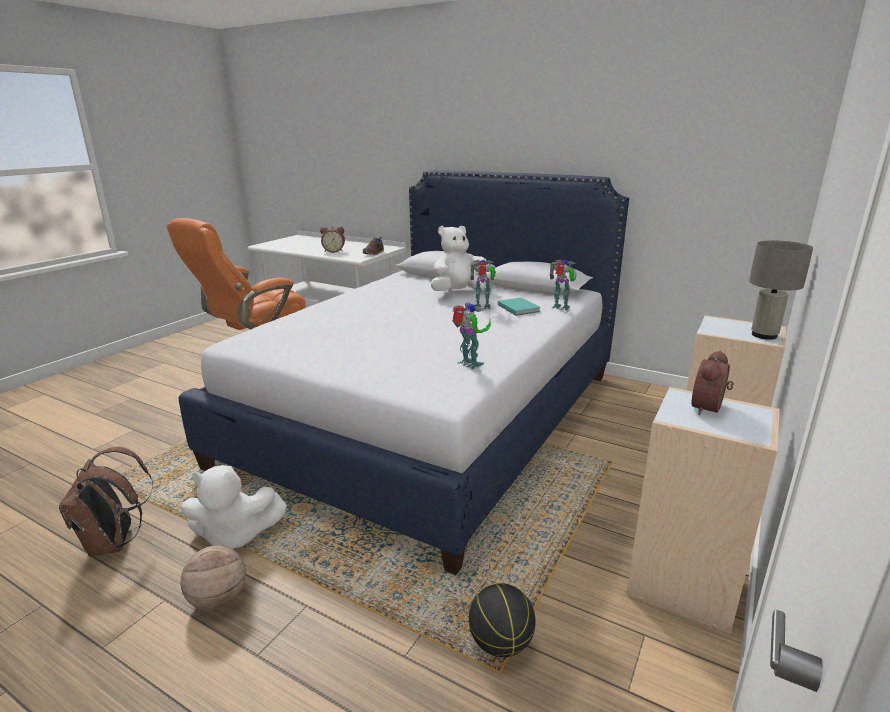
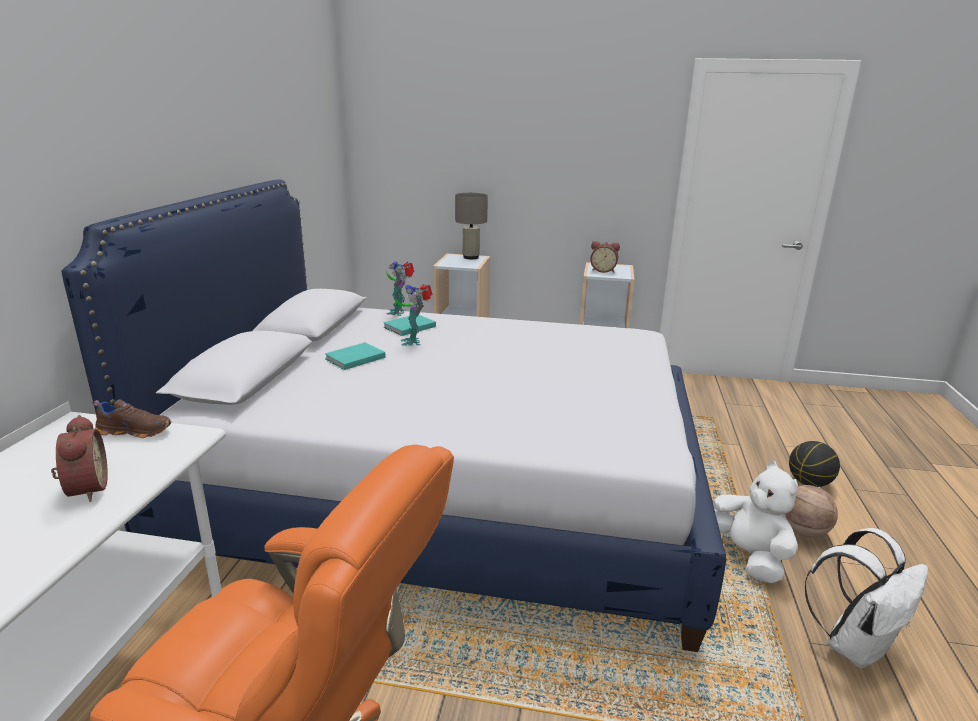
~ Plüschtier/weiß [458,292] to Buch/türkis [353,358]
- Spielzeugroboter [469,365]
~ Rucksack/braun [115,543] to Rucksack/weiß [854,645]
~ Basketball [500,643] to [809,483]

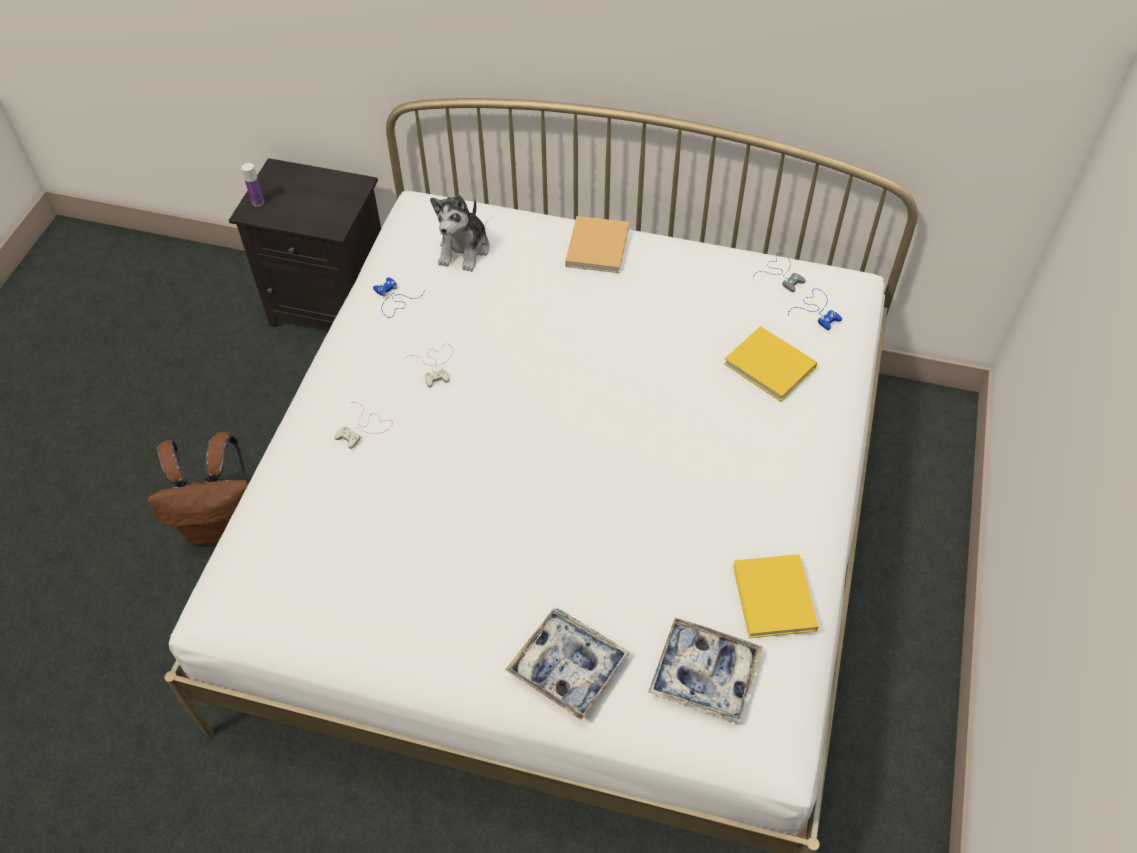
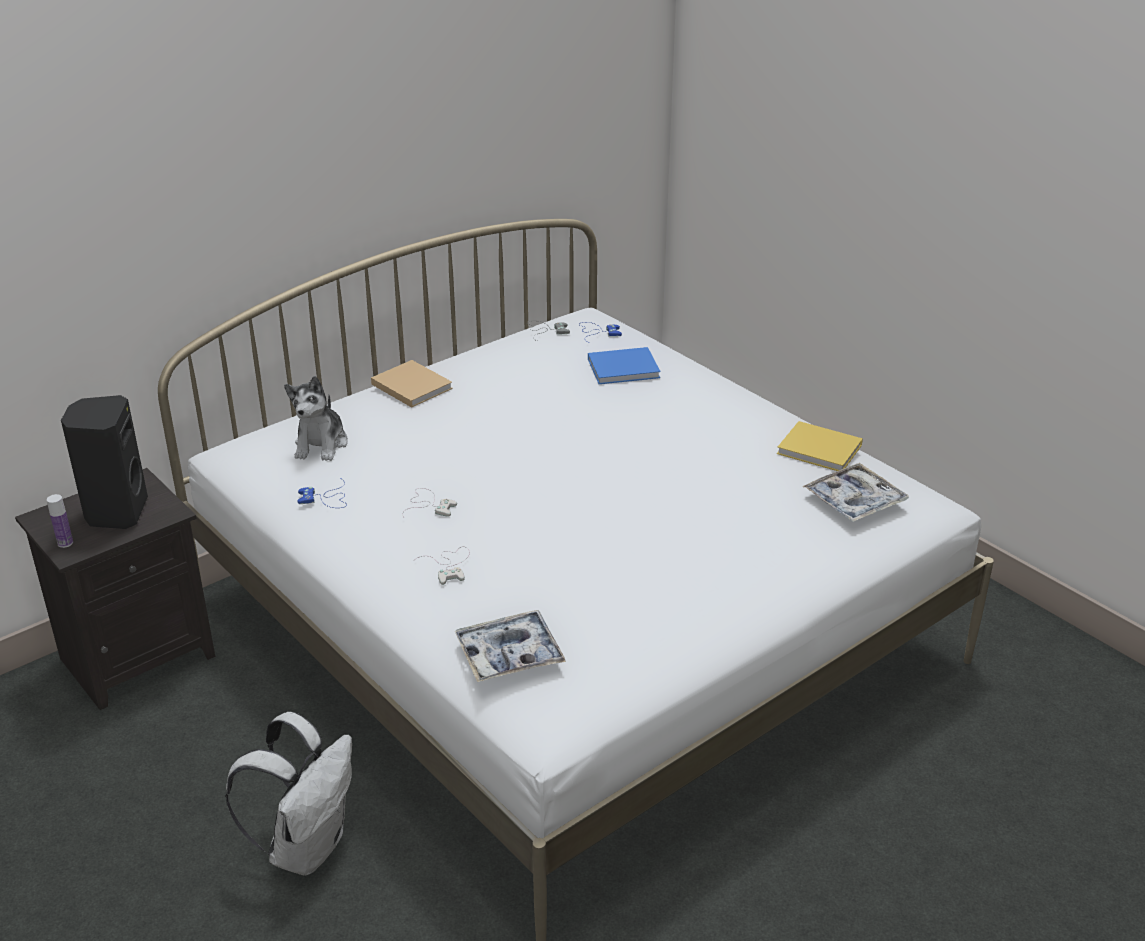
~ Plüschtier [464,249] = [321,444] 45 degrees clockwise
~ Buch/gelb [771,367] to Buch/blau [625,368]
~ Rucksack/braun [222,525] to Rucksack/weiß [306,846]
~ Tablett [568,667] to [509,655]
+ Lautsprecher/schwarz [115,512]

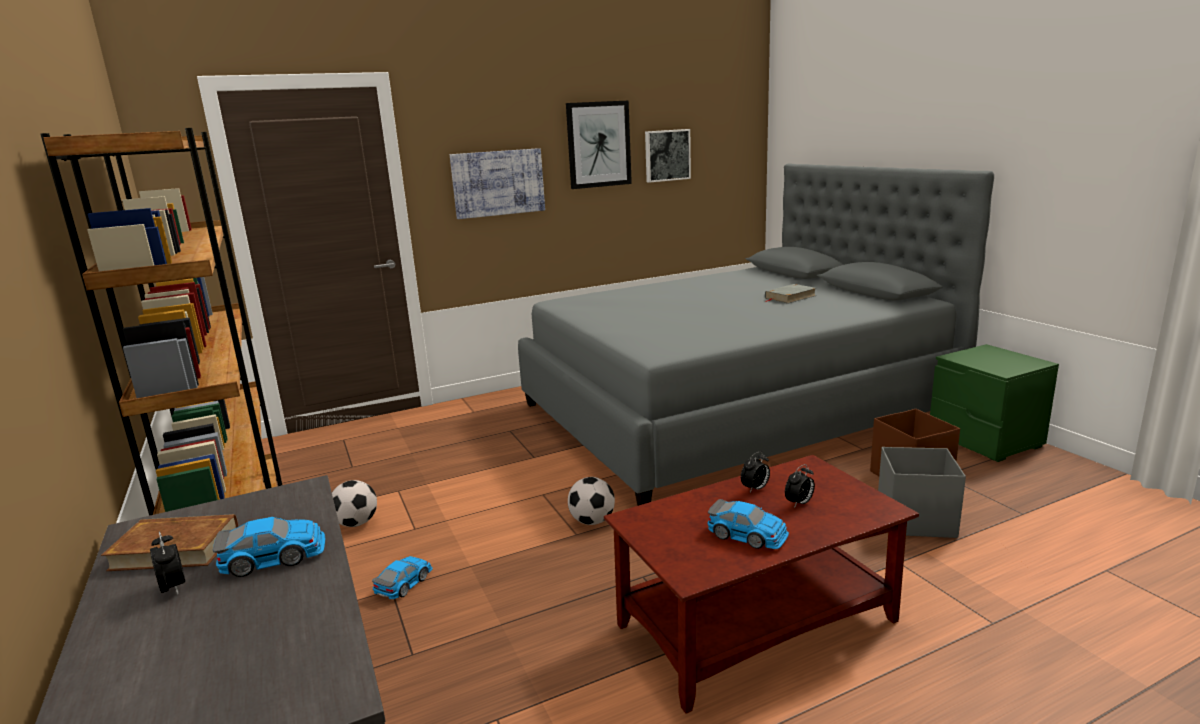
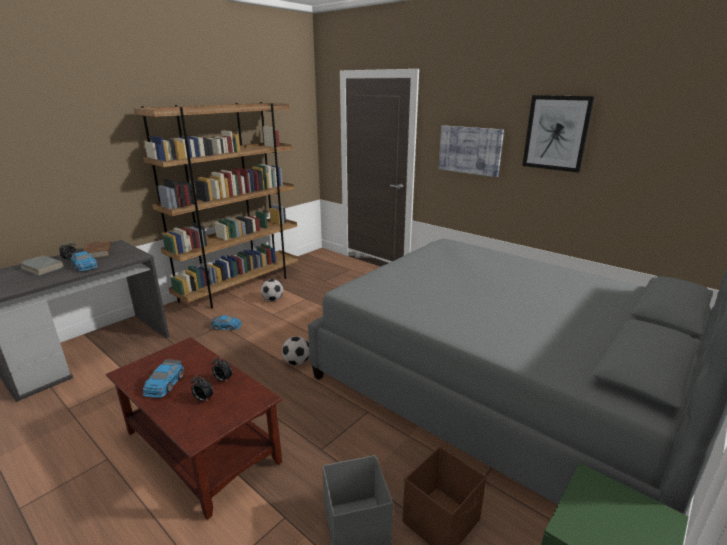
- Bild [666,155]
~ Buch/grau [790,297] to [42,267]

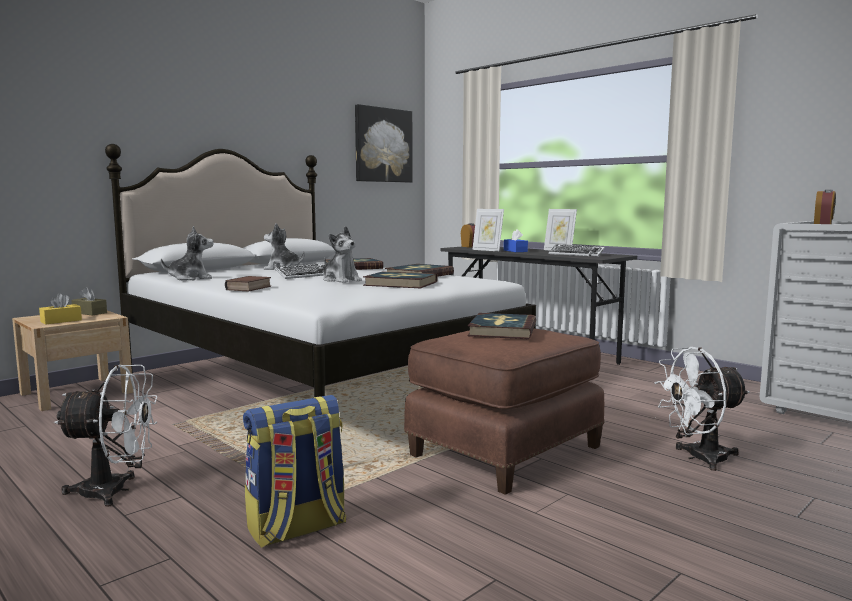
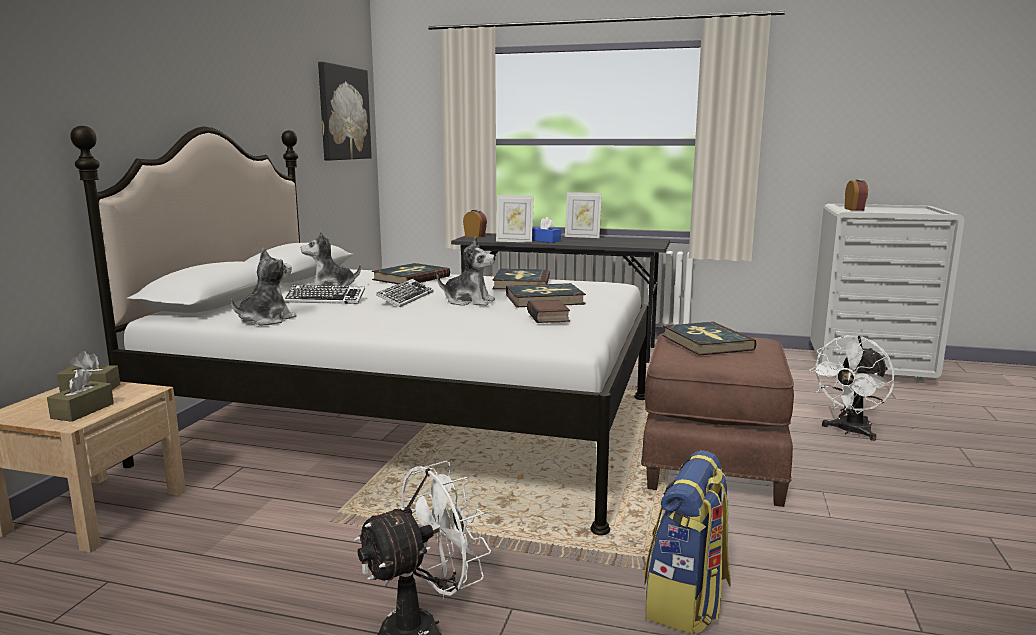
~ Tastatur [576,254] to [325,300]
~ Buch [249,288] to [549,317]
~ Taschentuchbox/gelb [61,321] to Taschentuchbox/braun [83,411]

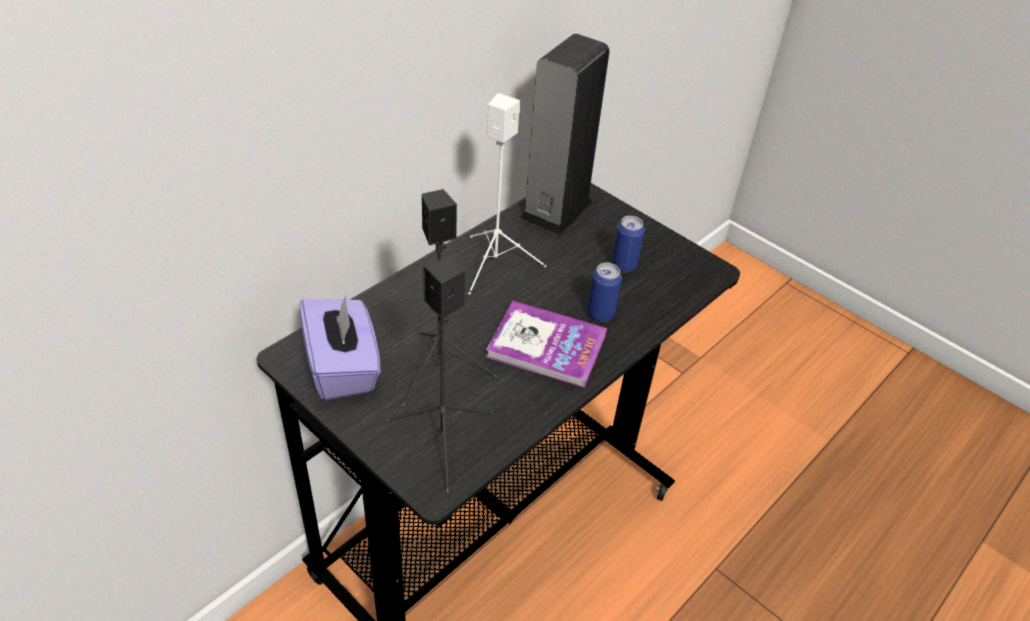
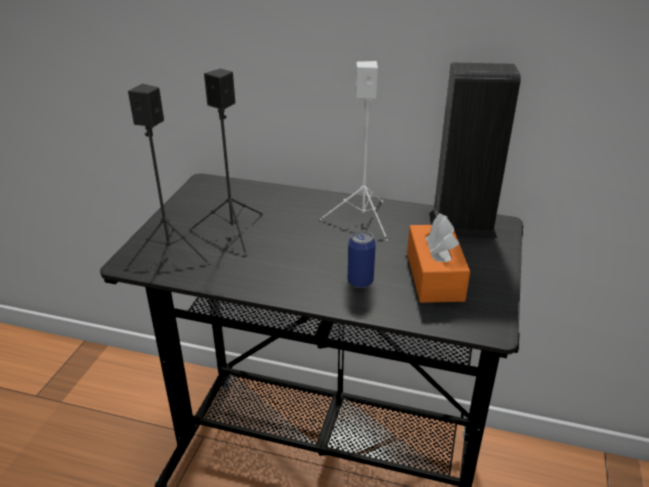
~ Dose [623,265] to Taschentuchbox/orange [434,276]
- Taschentuchbox/lila [343,367]
- Buch [546,346]

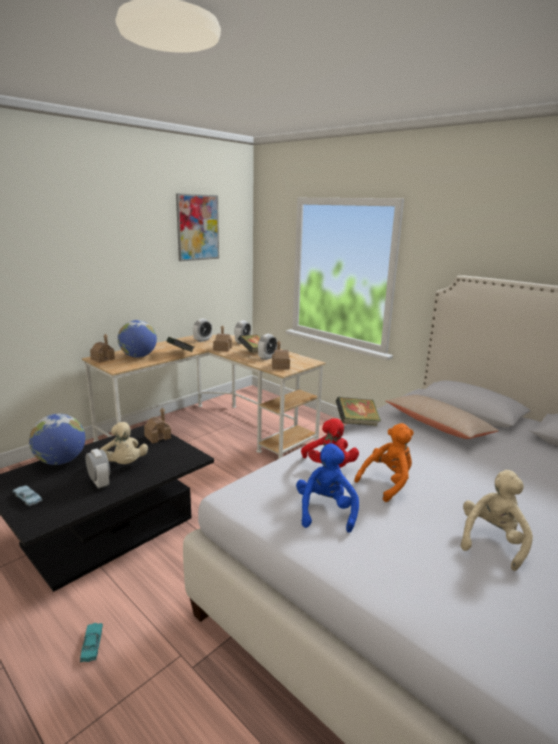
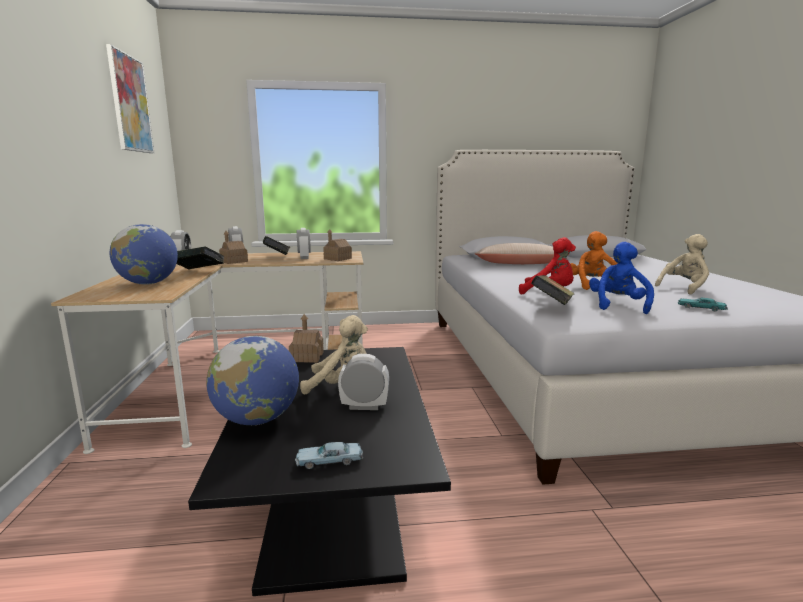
- Spielzeughaus [103,359]
~ Buch [357,423] to [552,306]
~ Plüschtier/blau [325,511] = [618,305] 60 degrees clockwise
~ Plüschtier/beige [492,541] = [683,288] 75 degrees clockwise
~ Spielzeugauto/türkis [92,644] to [701,308]

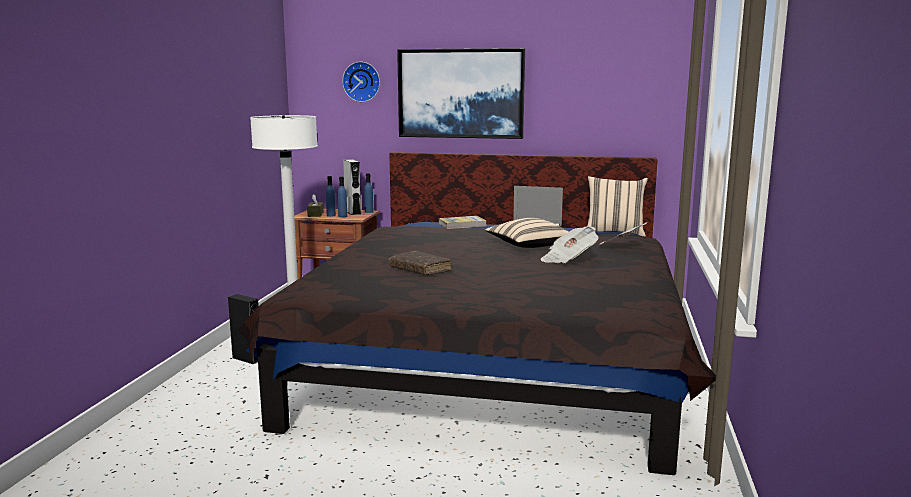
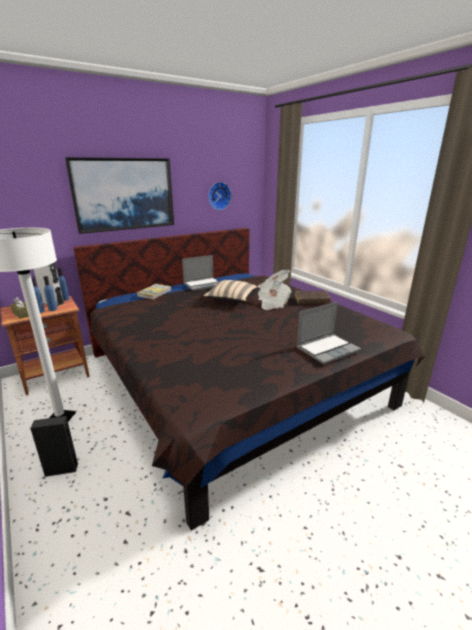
~ Wanduhr [362,81] to [218,196]
- Kissen/beige [614,233]
~ Buch/braun [420,270] to [311,301]
+ Laptop [328,349]

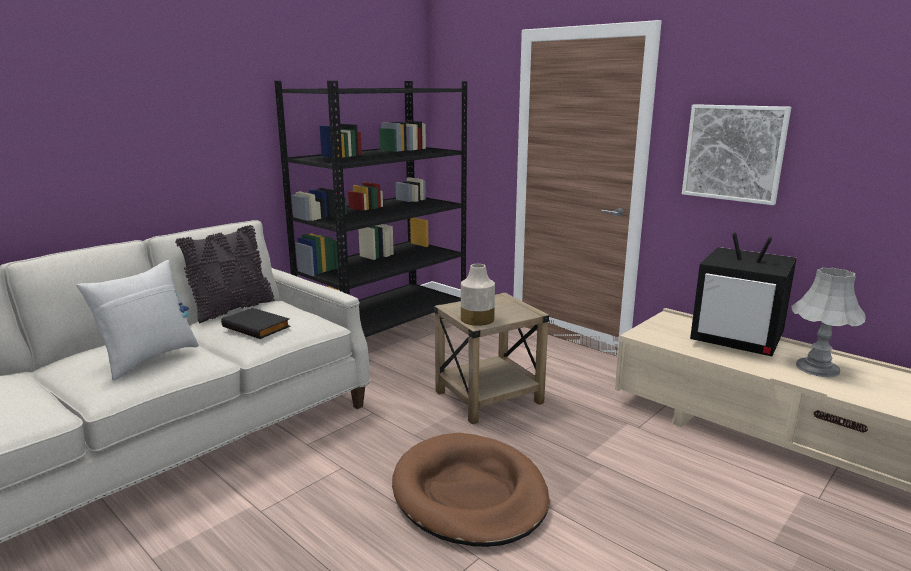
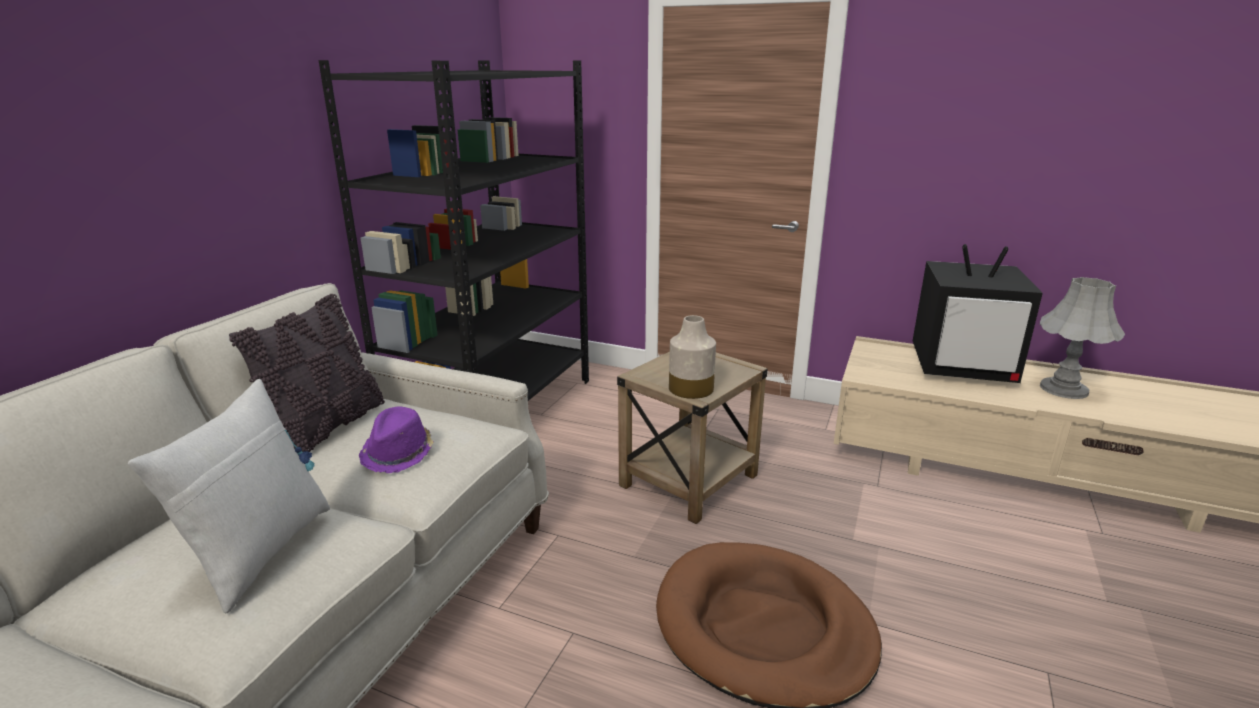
- Bild [734,153]
~ Buch/schwarz [257,326] to Hut/lila [399,453]

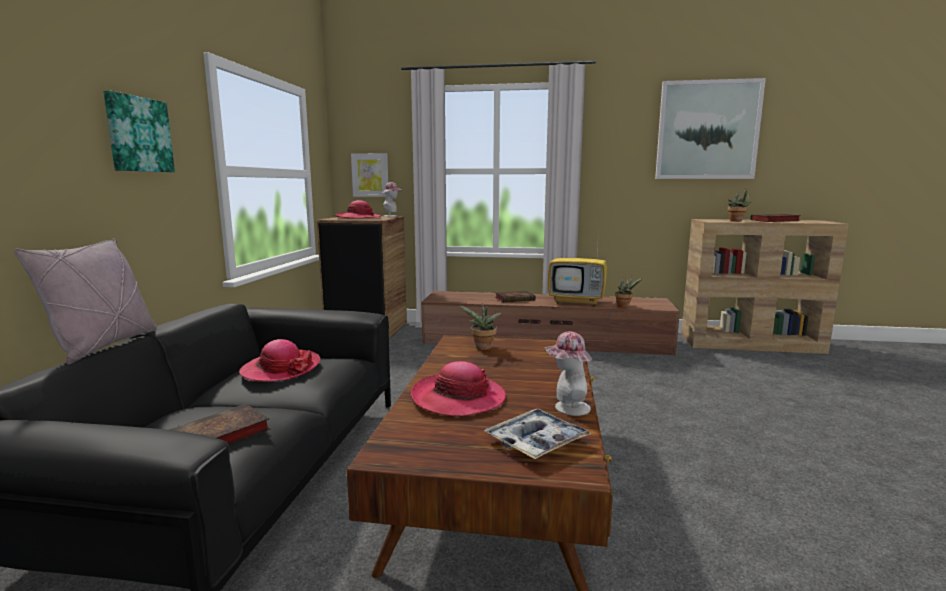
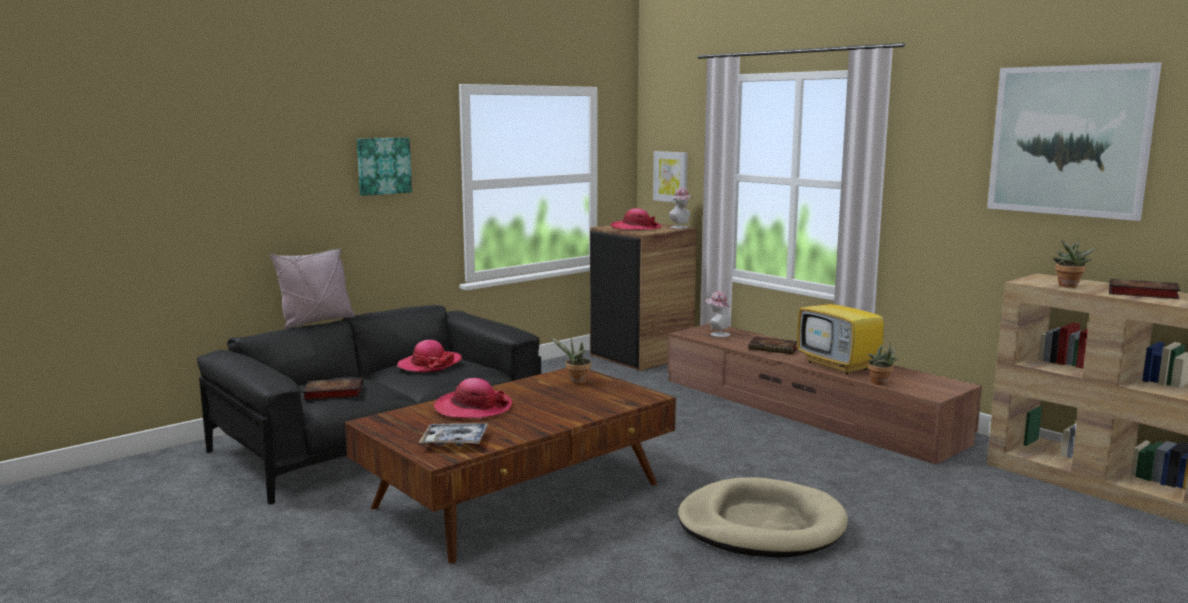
~ Hut [567,408] to [717,334]
+ Hundebett/beige [761,525]

